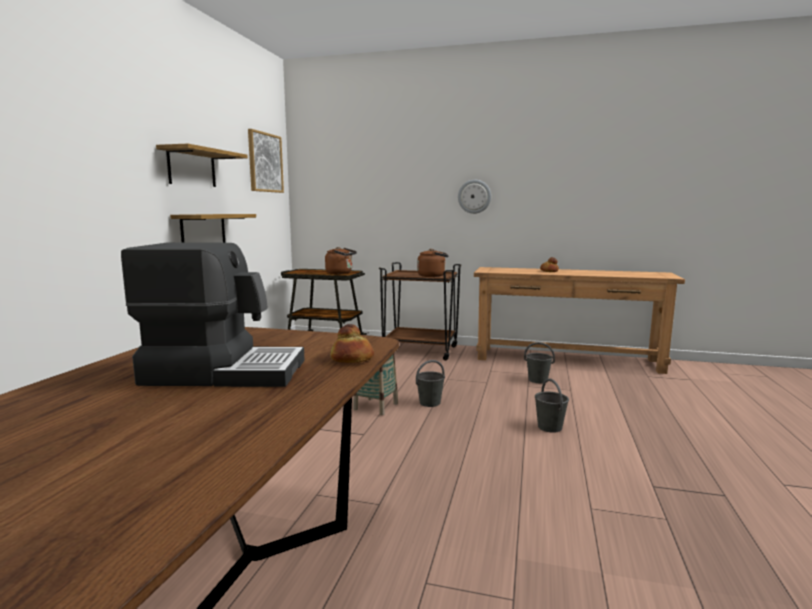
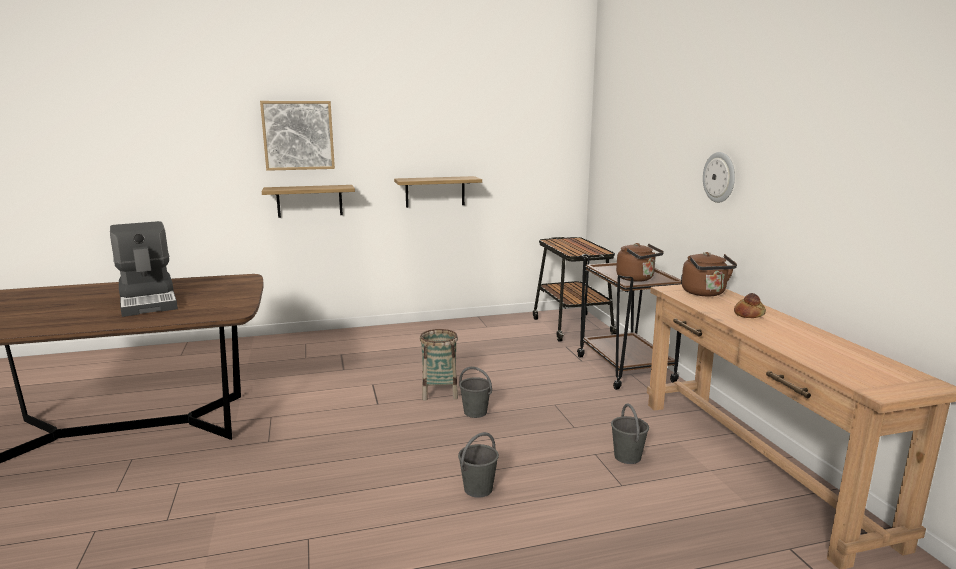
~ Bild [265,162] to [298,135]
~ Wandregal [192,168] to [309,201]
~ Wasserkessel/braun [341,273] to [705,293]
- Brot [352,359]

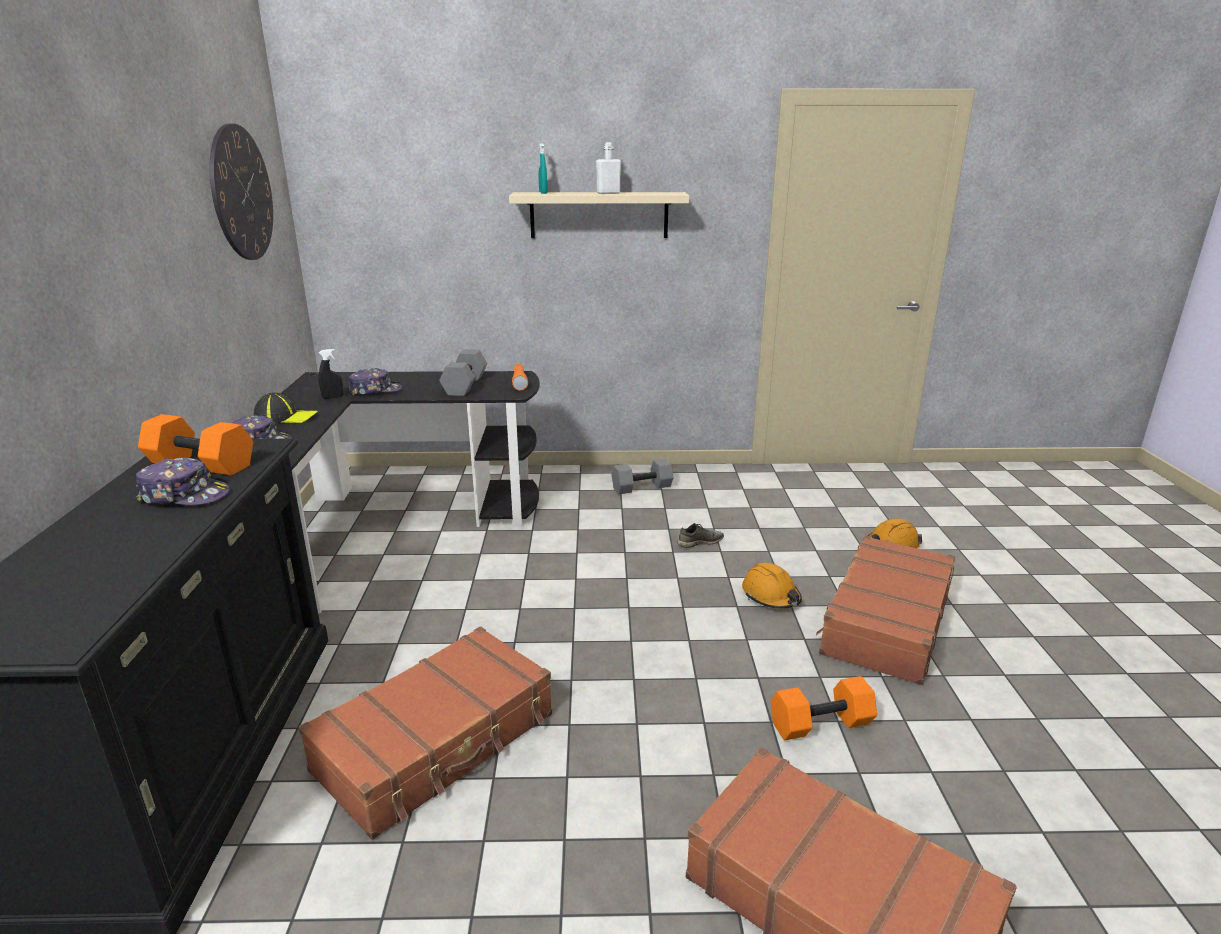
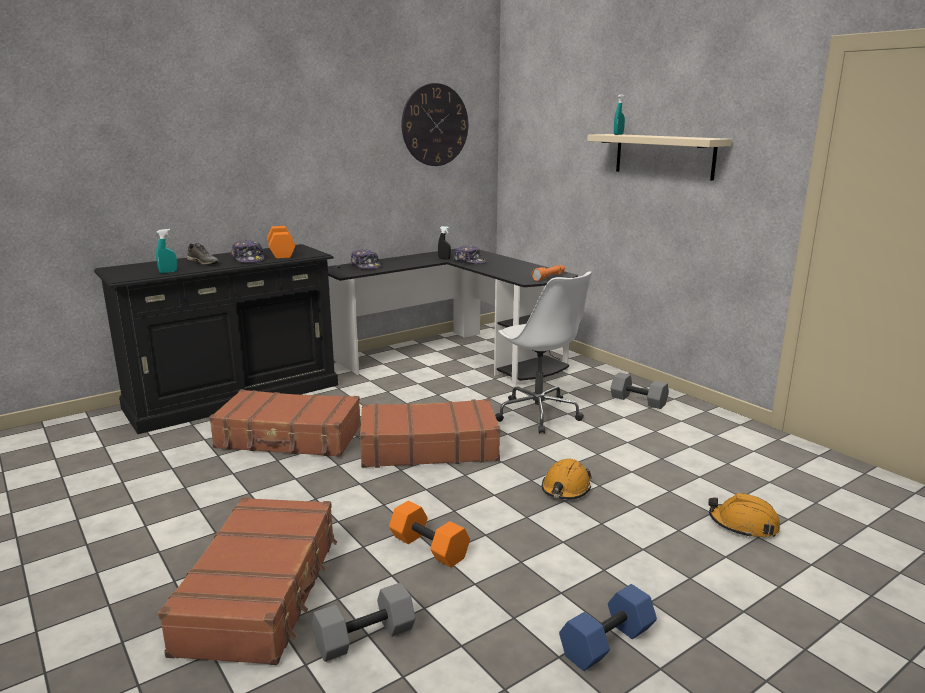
- Flasche/weiß [608,193]
~ Hantel/grau [464,385] to [365,636]
- Kappe [286,417]
~ Schuh/grau [700,542] to [204,263]
~ Koffer/braun [885,622] to [428,447]
+ Sprühflasche/türkis [168,272]
+ Bürostuhl/weiß [539,415]
+ Hantel/blau [607,644]

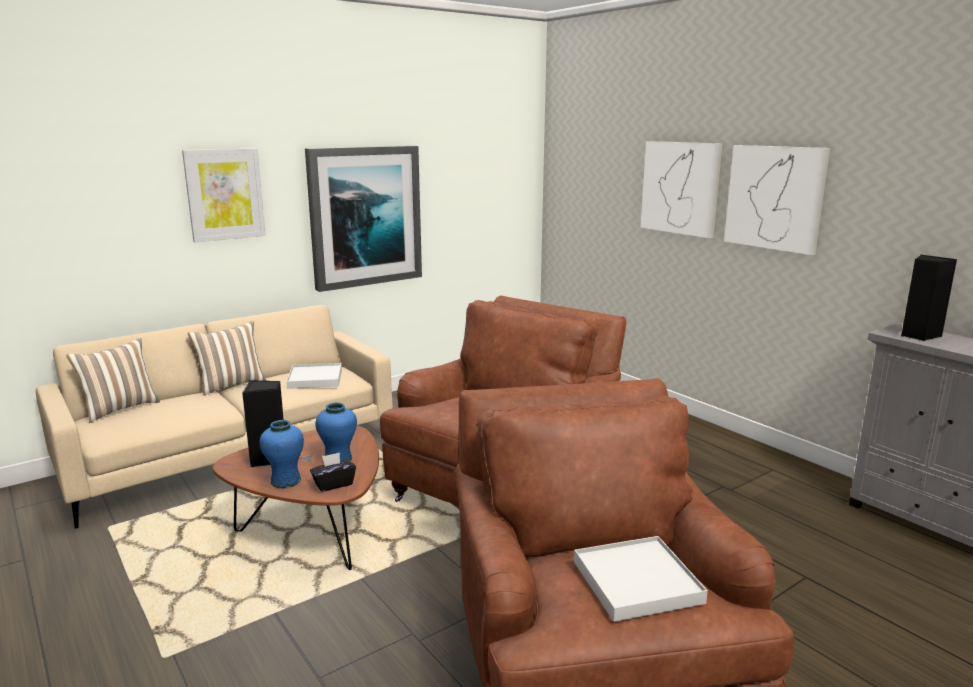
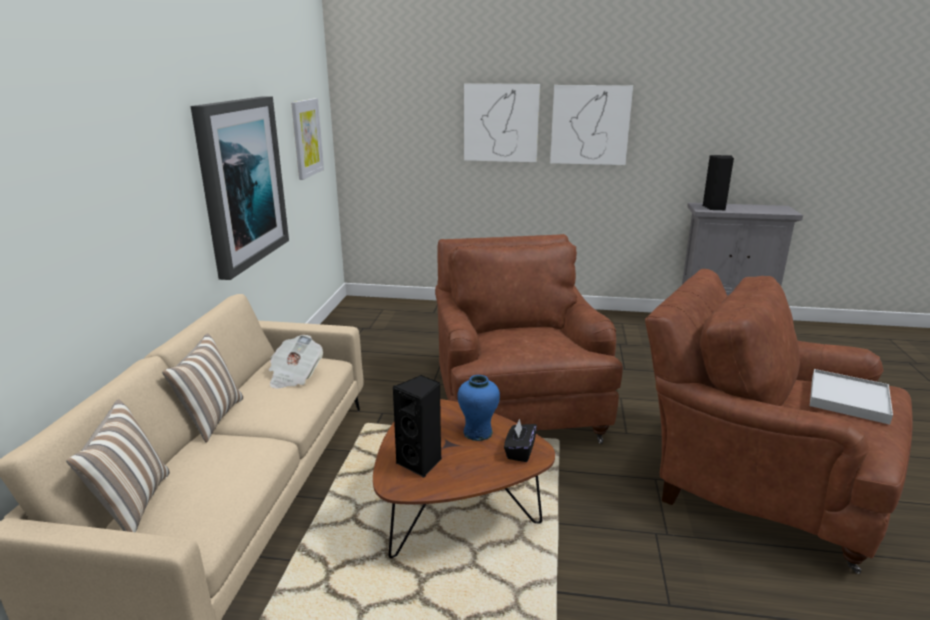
~ Bild [225,194] to [307,138]
~ Tablett/weiß [315,379] to Zeitung [295,376]
- Vase/blau [285,481]

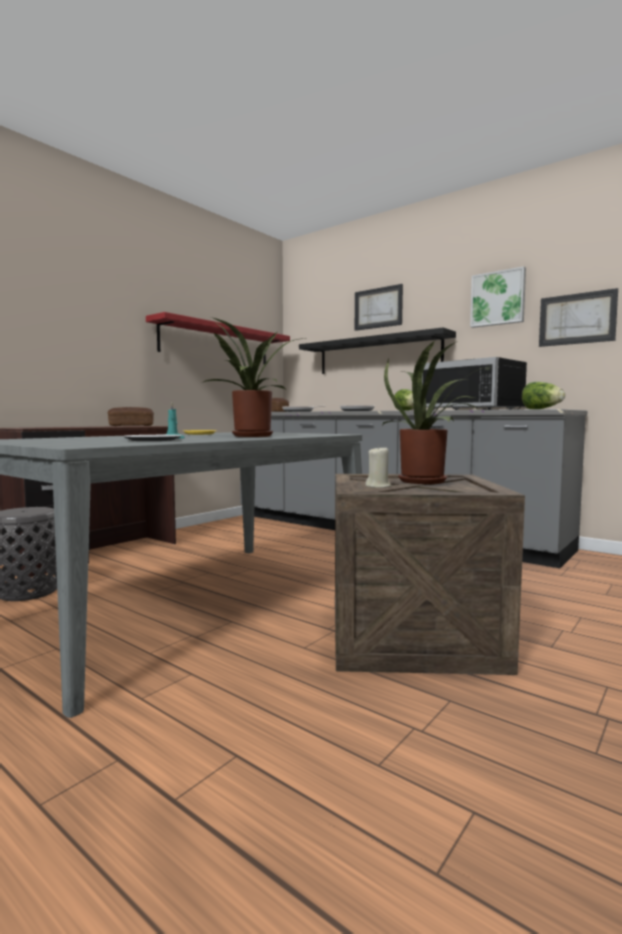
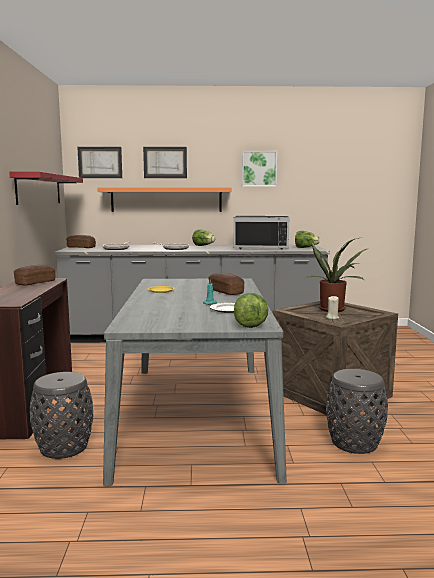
~ Bild [577,319] to [100,162]
~ Topfpflanze [253,436] to Brot [226,292]
~ Wandregal/schwarz [378,355] to Wandregal/orange [166,199]
+ Salatkopf [249,324]
+ Hocker/grau [354,443]

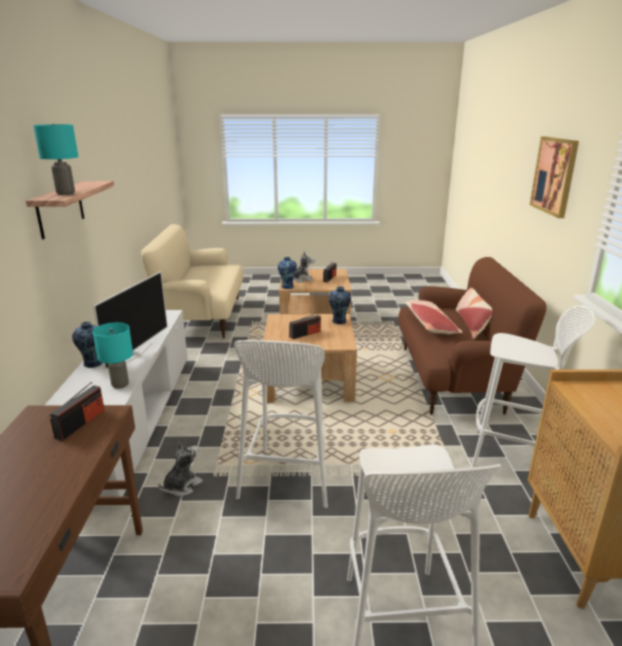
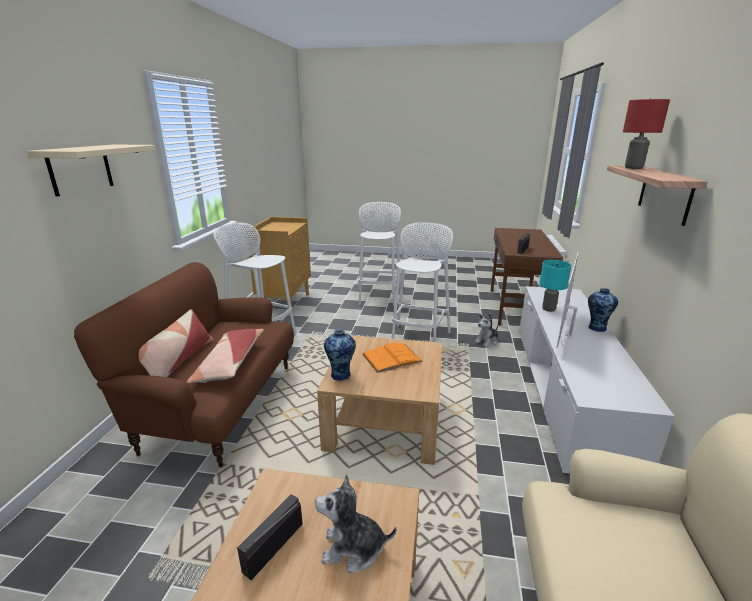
~ Tischlampe/türkis [66,194] to Tischlampe/rot [632,168]
~ Bild [554,175] to Wandregal/beige [80,169]
- Vase [287,287]
~ Radio [305,334] to Buch/orange [391,358]

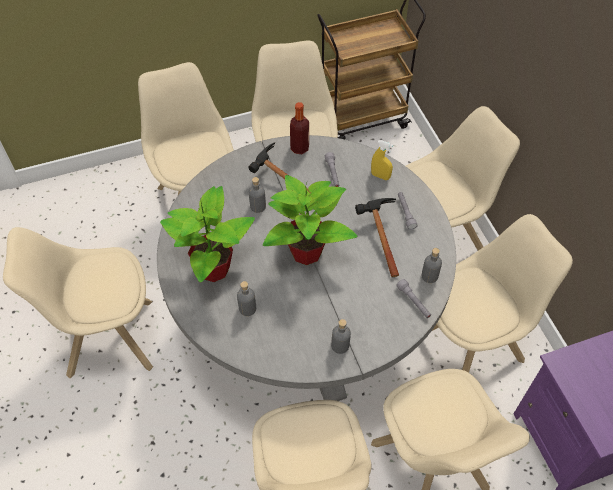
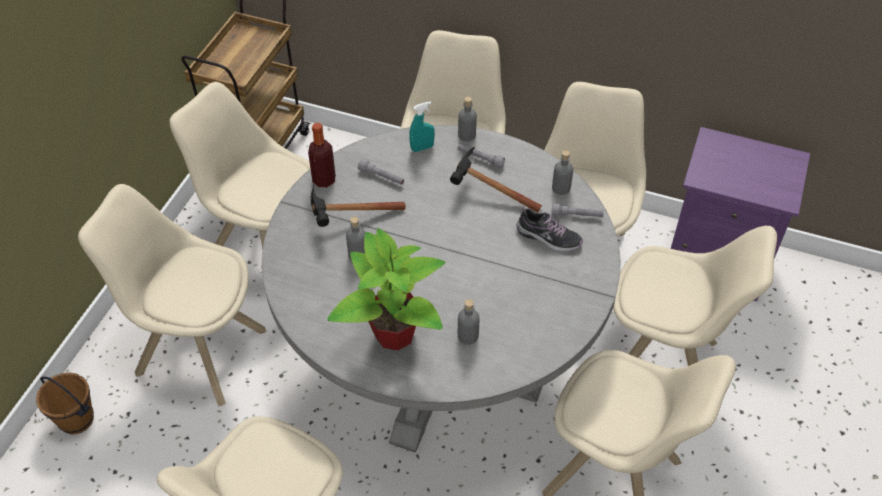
~ Sprühflasche/gelb [380,176] to Sprühflasche/türkis [422,148]
- Topfpflanze [307,251]
~ Flasche/grau [340,345] to [467,135]
+ Schuh [548,237]
+ Eimer/braun [76,420]

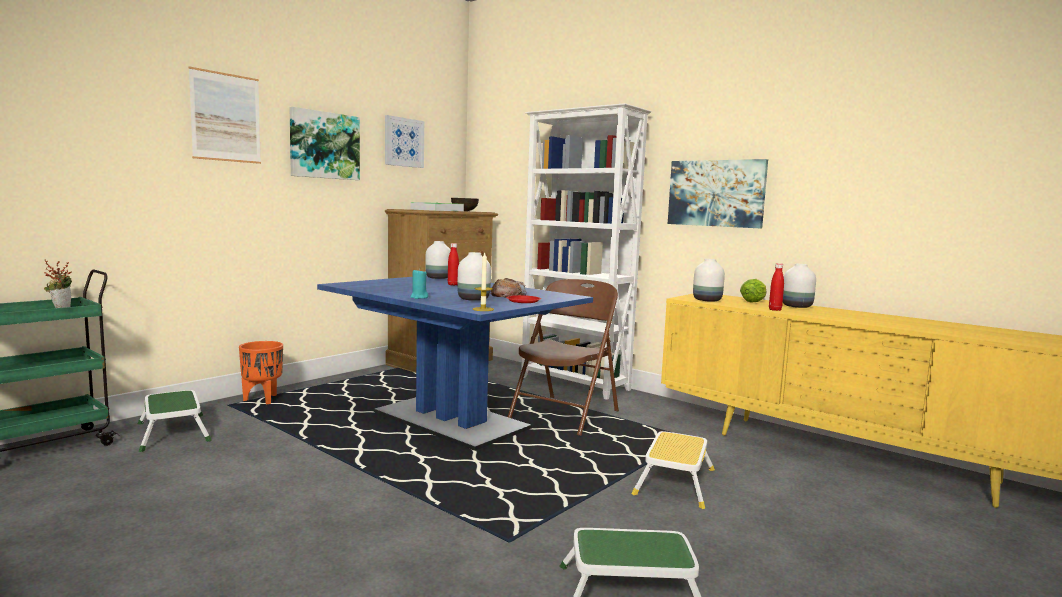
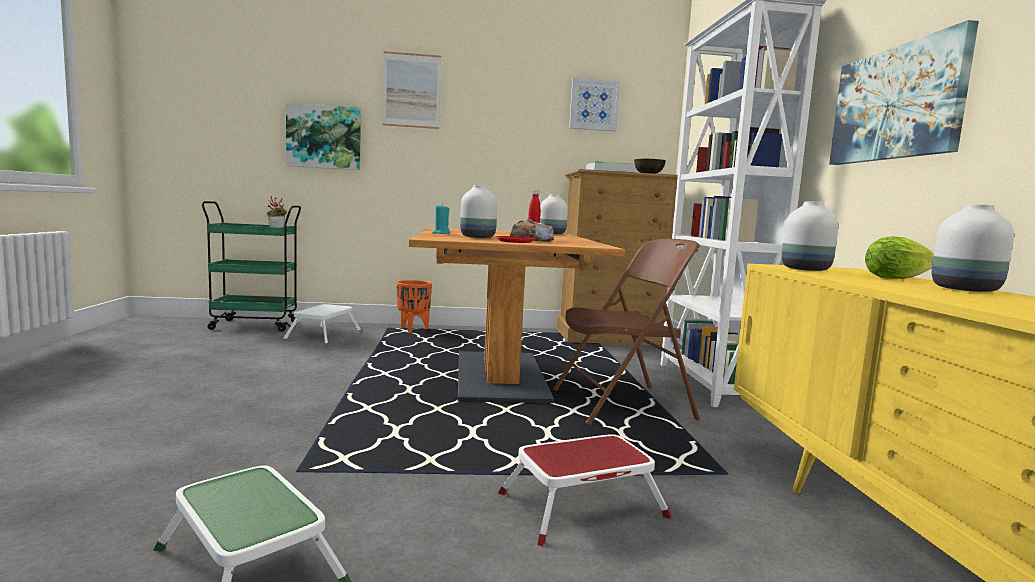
~ Bild [324,145] to [324,137]
- Kerze [483,309]
- Flasche/rot [775,310]
~ Esstisch/blau [450,421] to Esstisch/braun [500,377]
~ Trittleiter/grün [172,432] to Trittleiter/weiß [323,333]
~ Trittleiter/gelb [675,481] to Trittleiter/rot [582,505]

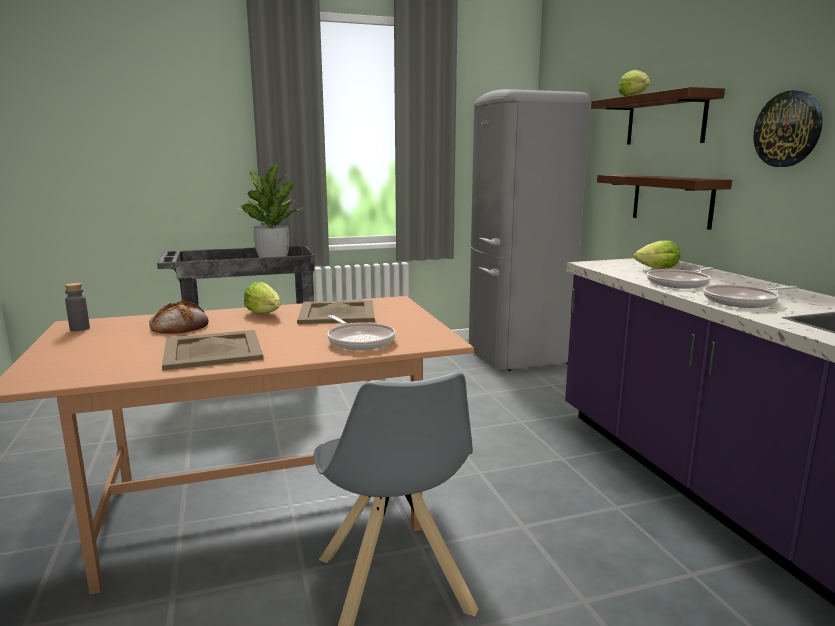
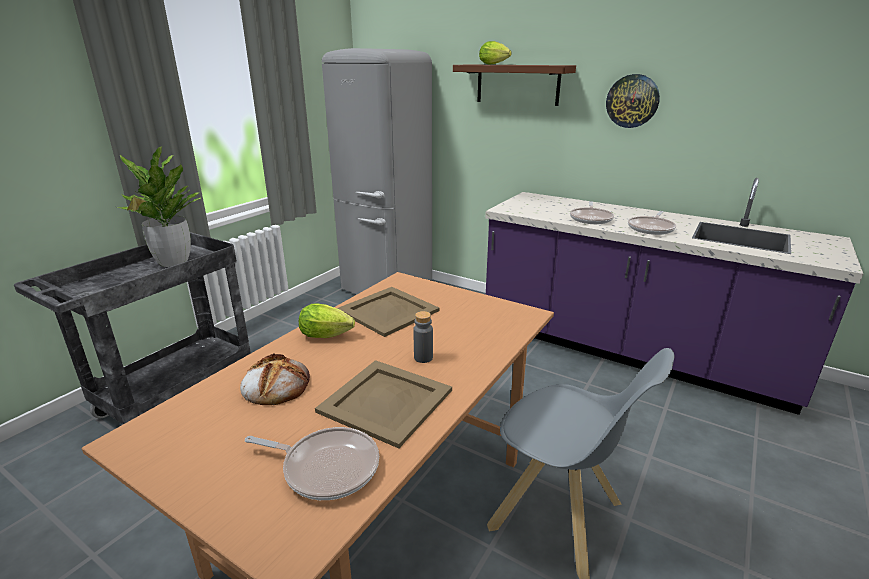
- Wandregal/braun [671,200]
- Salatkopf [655,269]
~ Flasche/grau [79,328] to [423,357]
~ Pfanne [359,340] to [326,467]

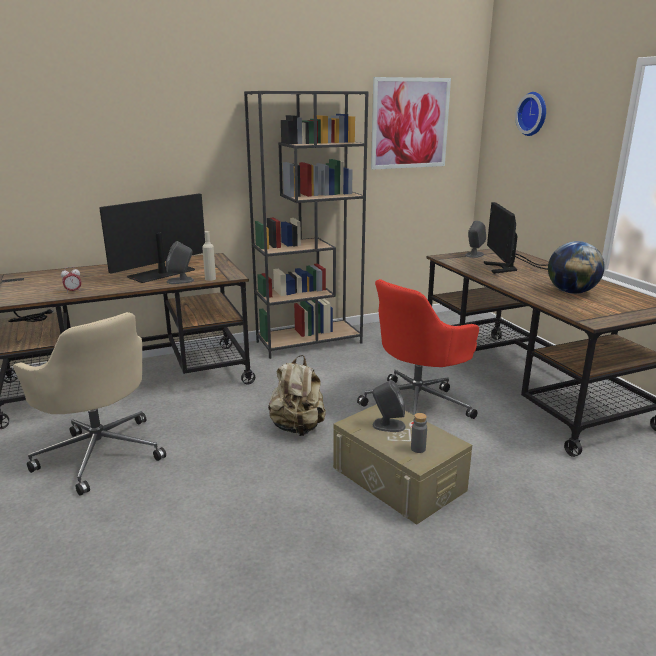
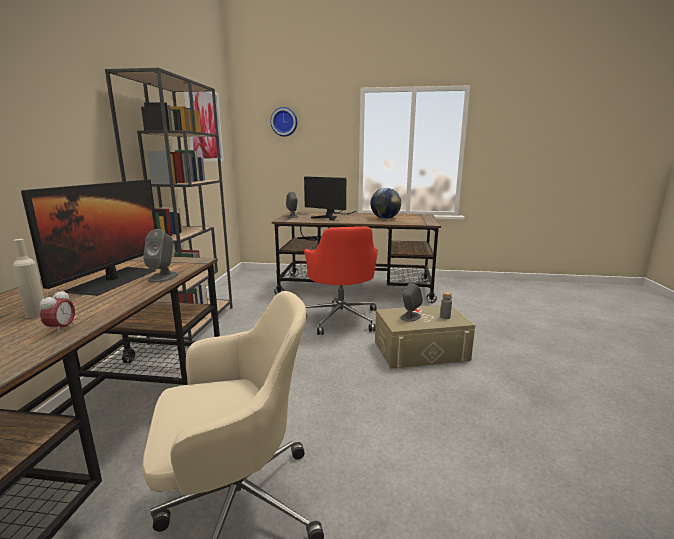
~ Monitor [161,273] = [114,280] 150 degrees counterclockwise
~ Flasche/beige [210,279] to [36,314]
- Rucksack/beige [298,428]

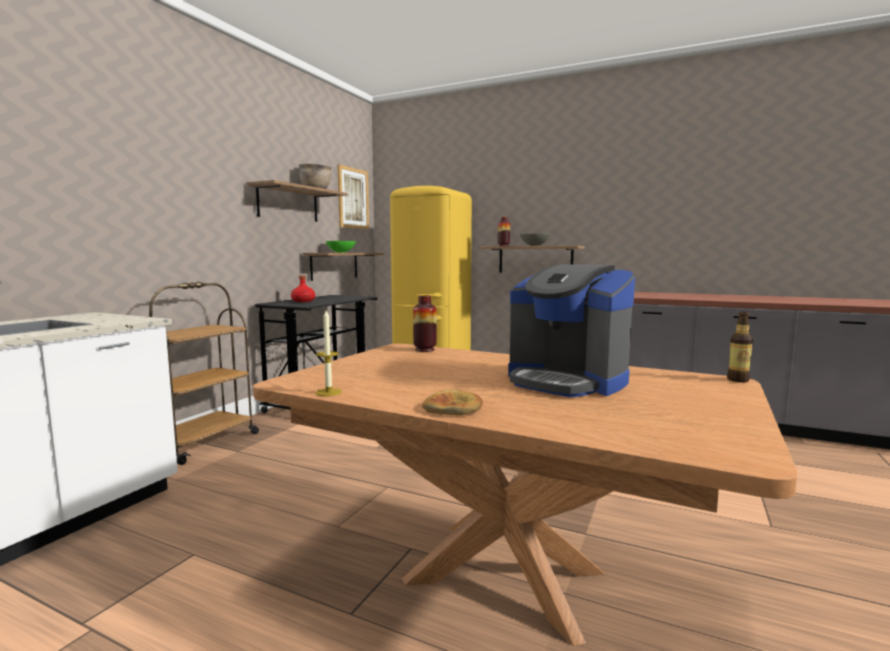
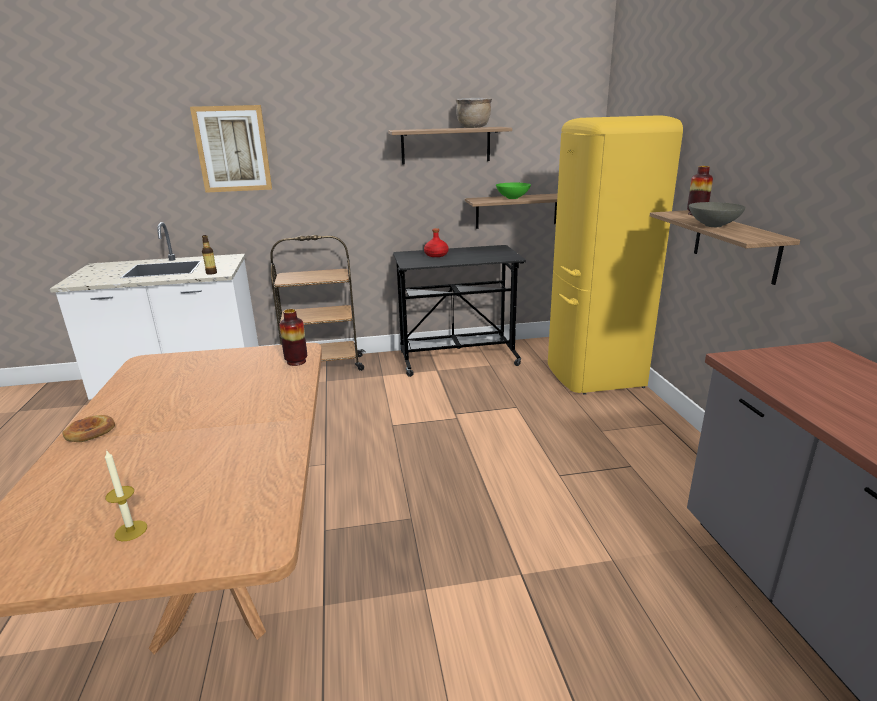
~ Bild [353,198] to [232,149]
- Kaffeemaschine [566,381]
~ Kerze [328,392] to [131,531]
~ Flasche [738,380] to [211,273]

